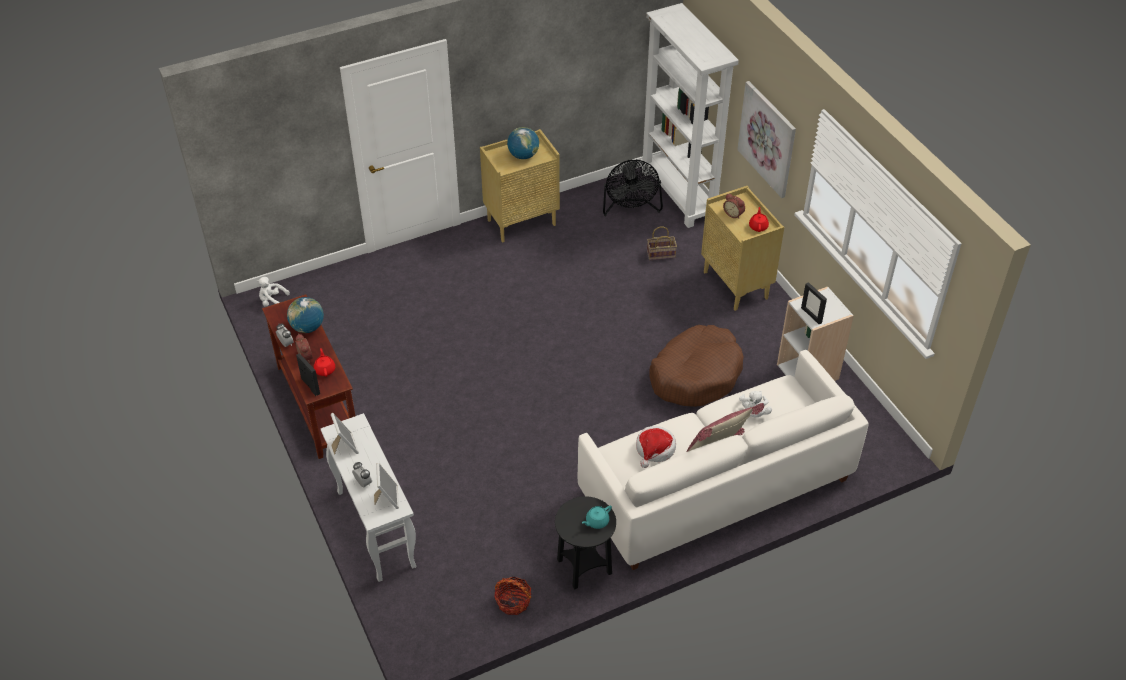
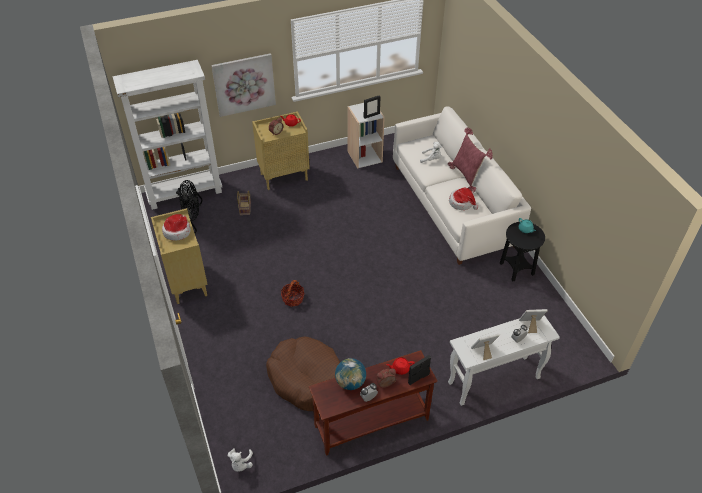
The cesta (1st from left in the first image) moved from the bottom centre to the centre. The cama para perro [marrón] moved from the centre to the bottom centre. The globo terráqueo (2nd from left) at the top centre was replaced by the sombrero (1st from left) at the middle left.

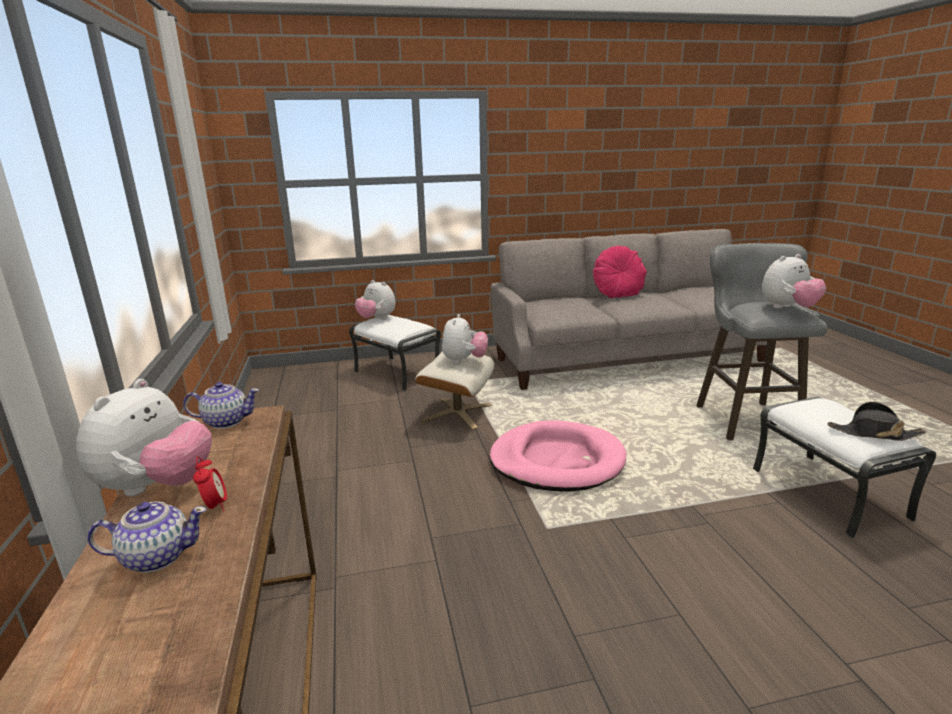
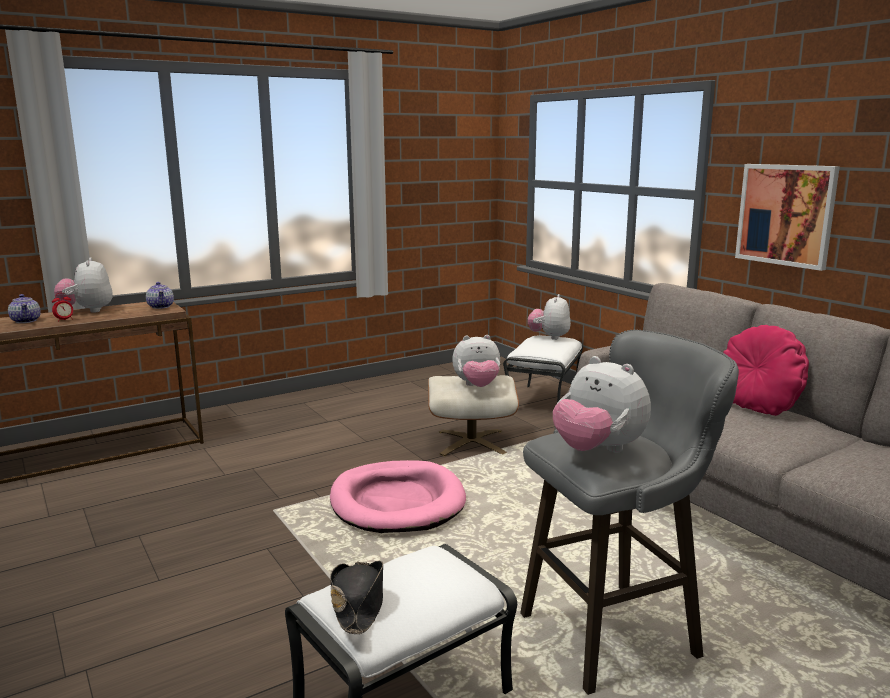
The cuadro at the top right appeared. The peluche (1st from left) at the middle left turned 75 degrees clockwise.

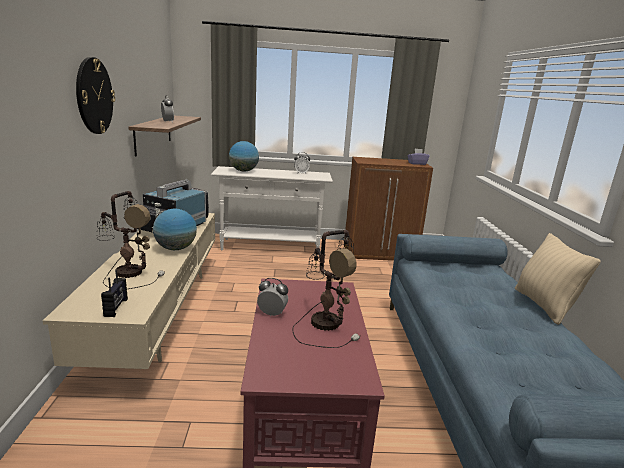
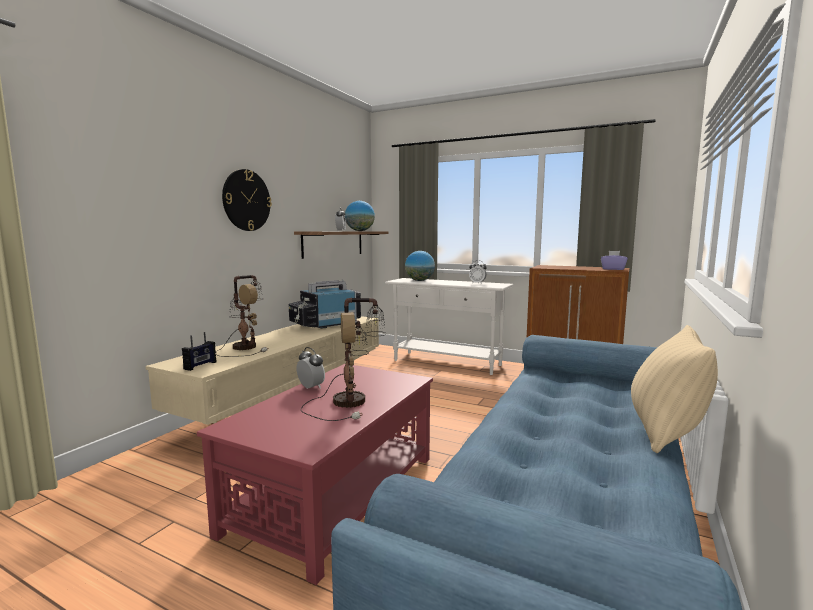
The globo terráqueo (1st from left) moved from the middle left to the centre.

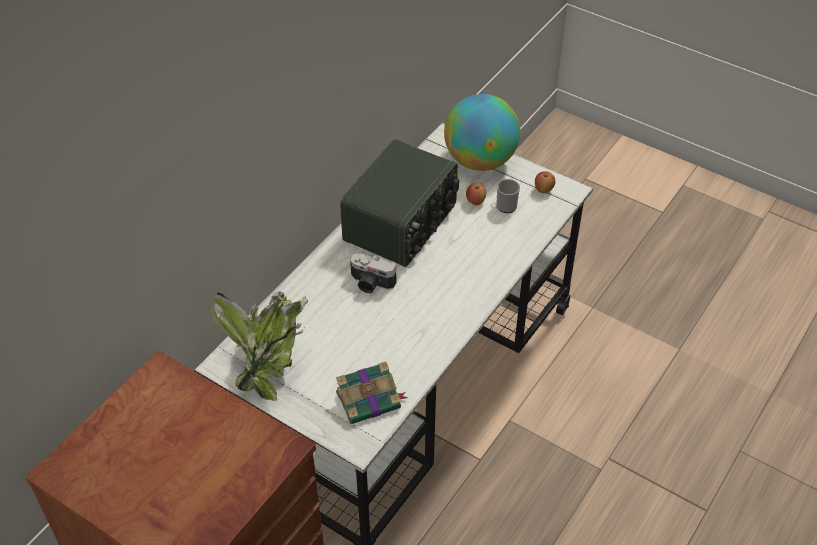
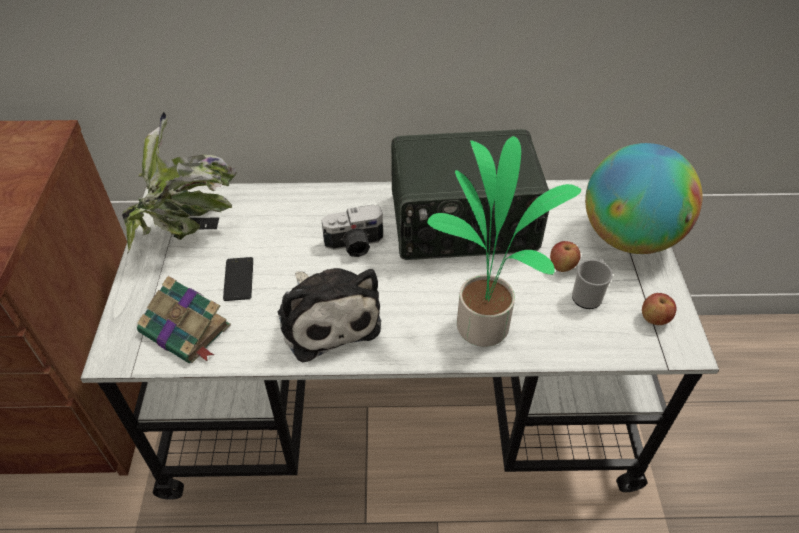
The móvil at the middle left appeared. The peluche at the centre appeared. The planta en maceta (2nd from left) at the centre appeared. The cámara at the centre turned 90 degrees counterclockwise.

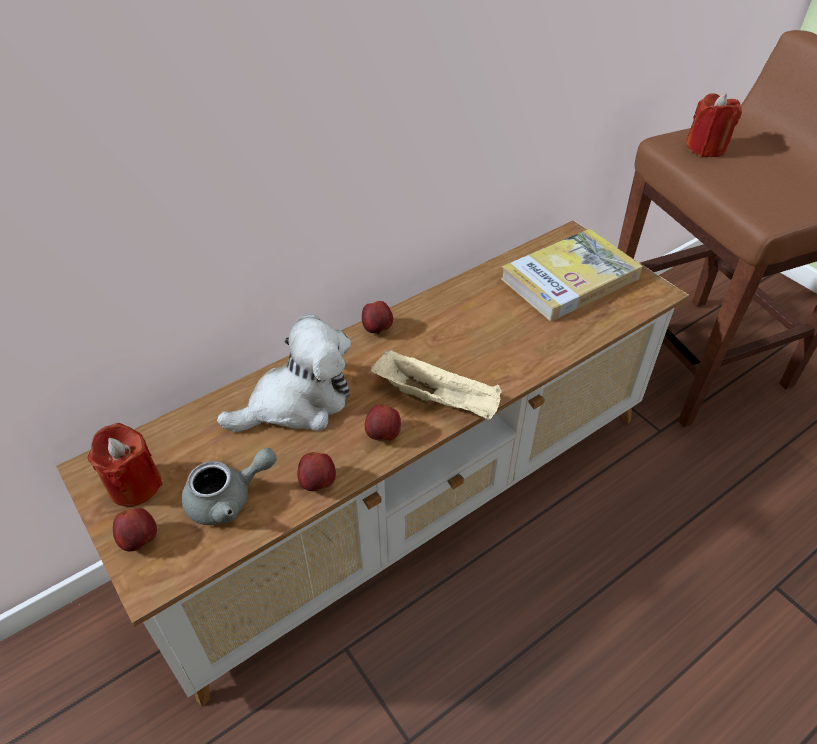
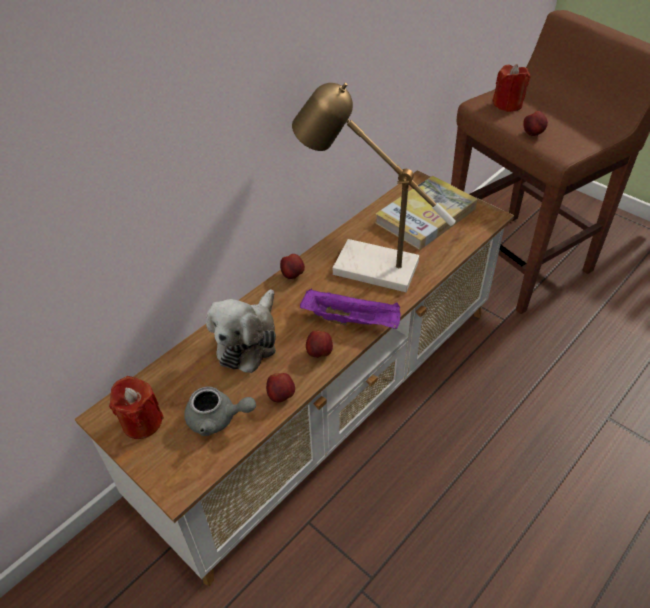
The lámpara de mesa at the top centre appeared. The manzana (1st from left in the first image) moved from the bottom left to the top right. The bandeja [beis] at the centre became the bandeja [morado] at the centre. The tetera [gris] at the middle left turned 45 degrees clockwise. The peluche at the centre turned 150 degrees clockwise.

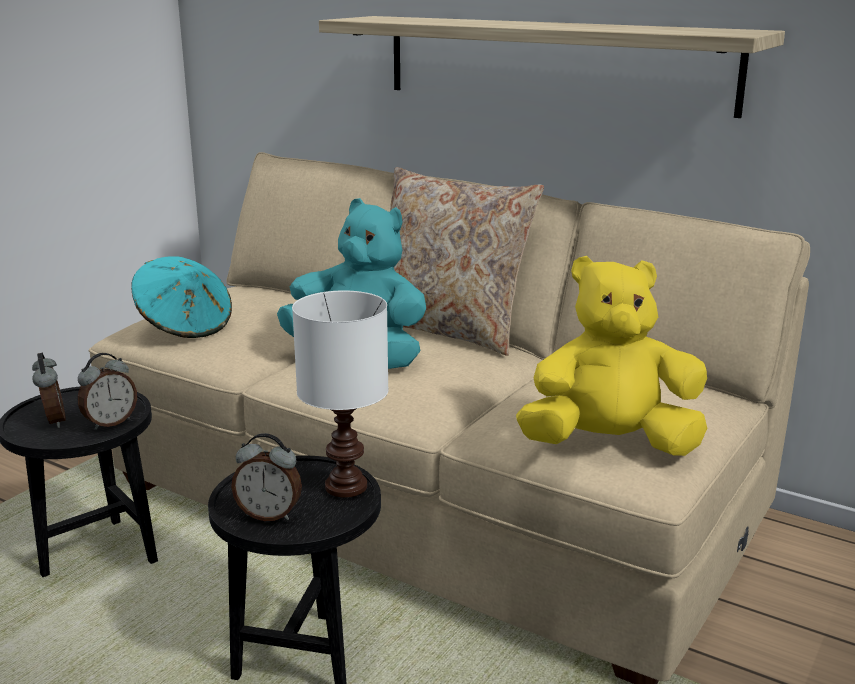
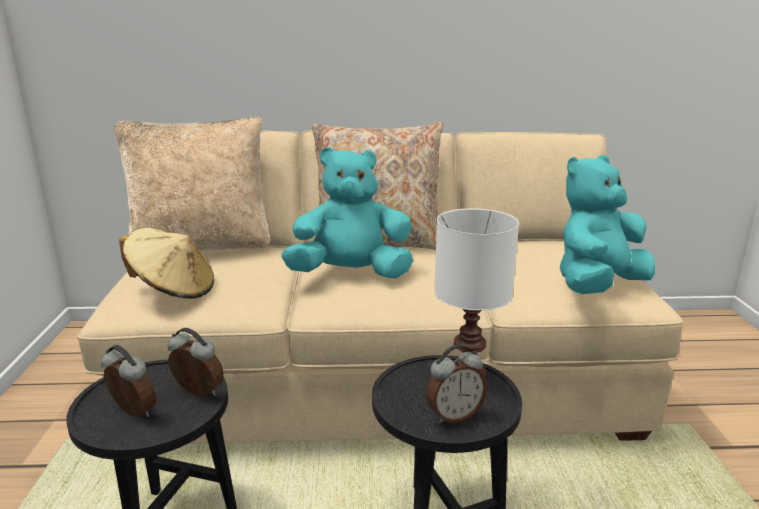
The estante at the top centre disappeared. The cojín [beis] (1st from left) at the middle left appeared. The sombrero [turquesa] at the middle left became the sombrero [beis] at the middle left. The peluche [amarillo] at the middle right became the peluche [turquesa] (2nd from left) at the middle right. The despertador (2nd from left) at the middle left turned 75 degrees counterclockwise.

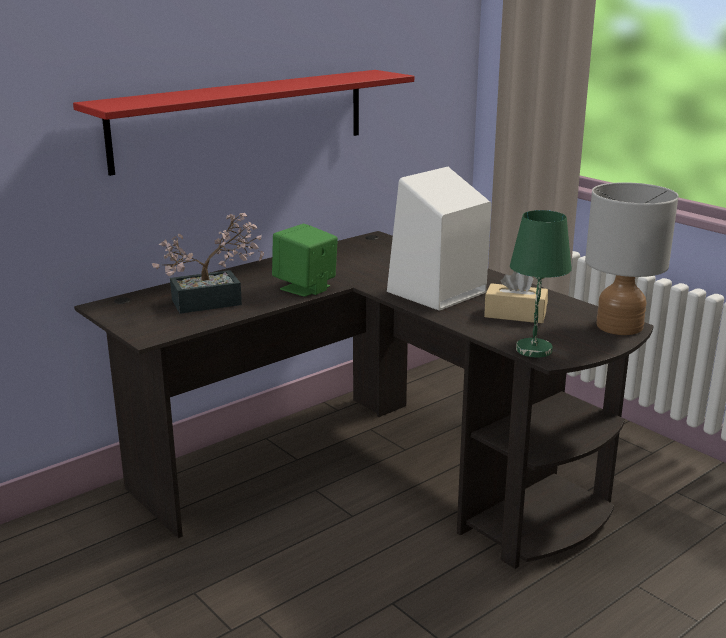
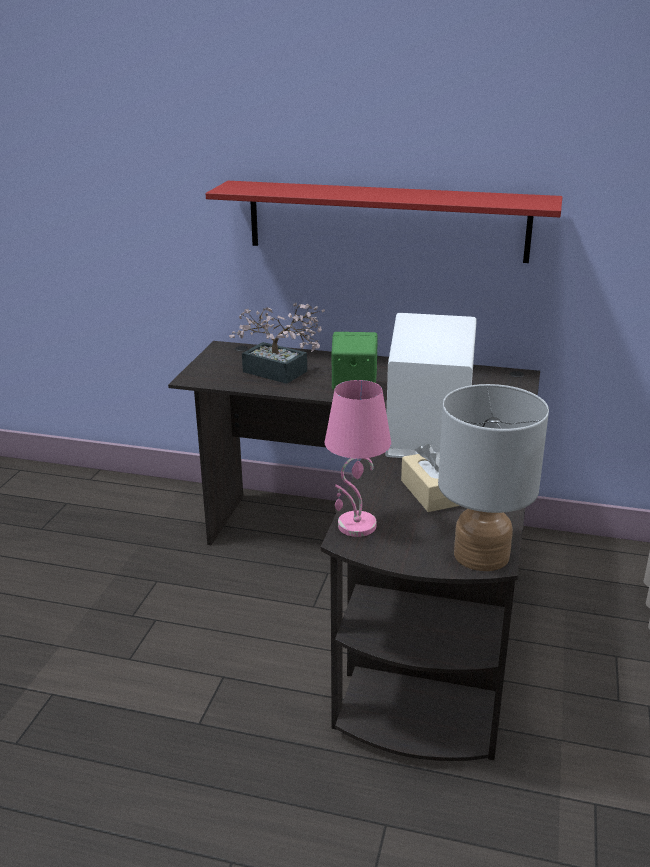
The lámpara de mesa [verde] at the middle right became the lámpara de mesa [rosa] at the centre.

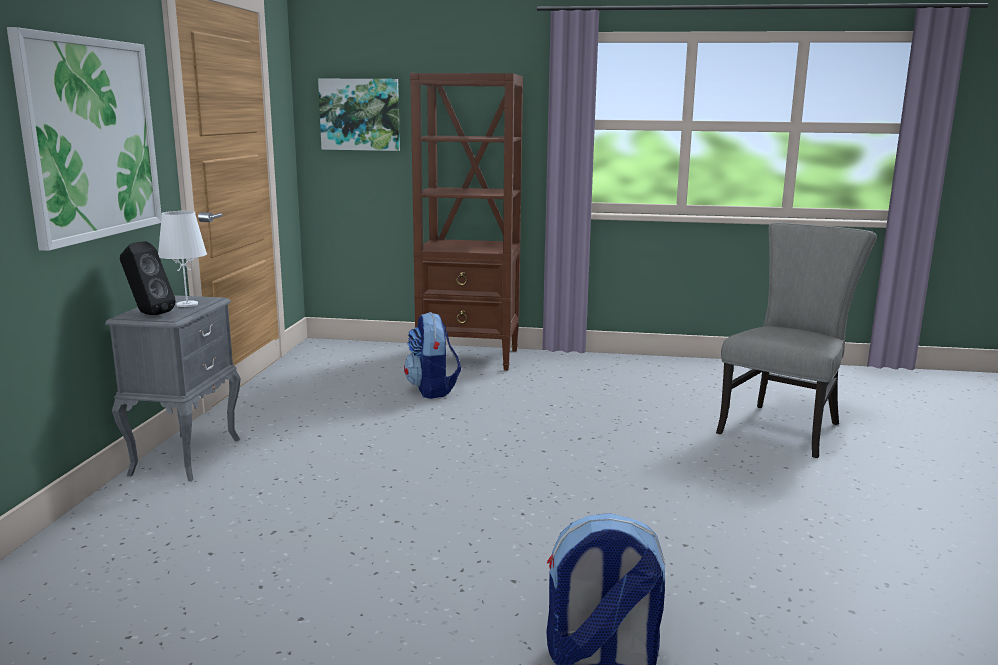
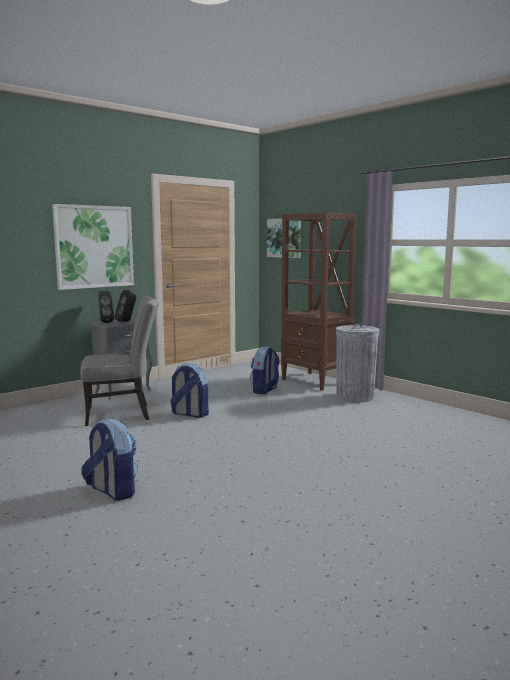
The mochila (2nd from left) at the centre appeared. The papelera [gris] at the middle right appeared. The silla [gris] moved from the middle right to the middle left. The lámpara de mesa [blanco] at the middle left was replaced by the altavoz [negro] (2nd from left) at the middle left.

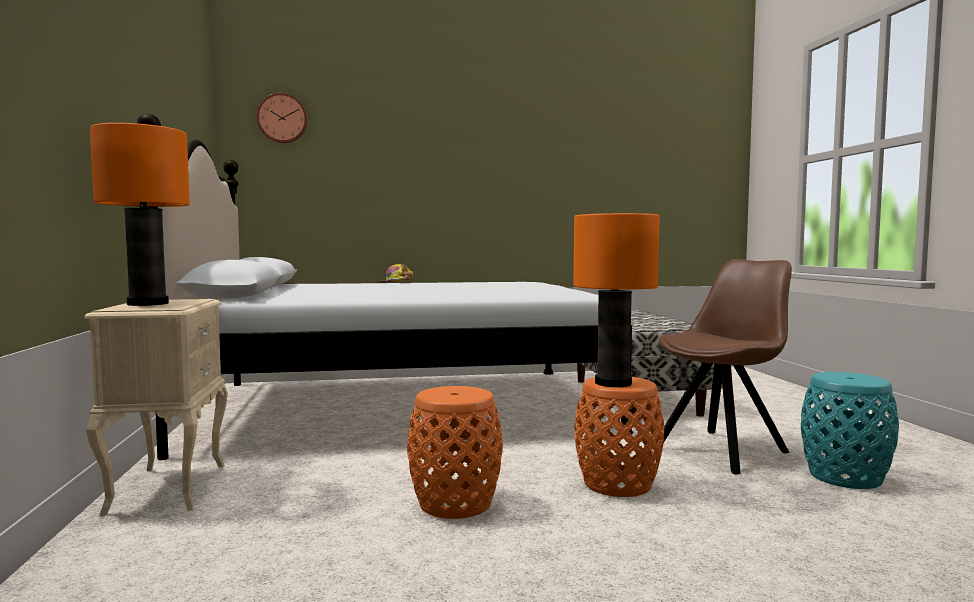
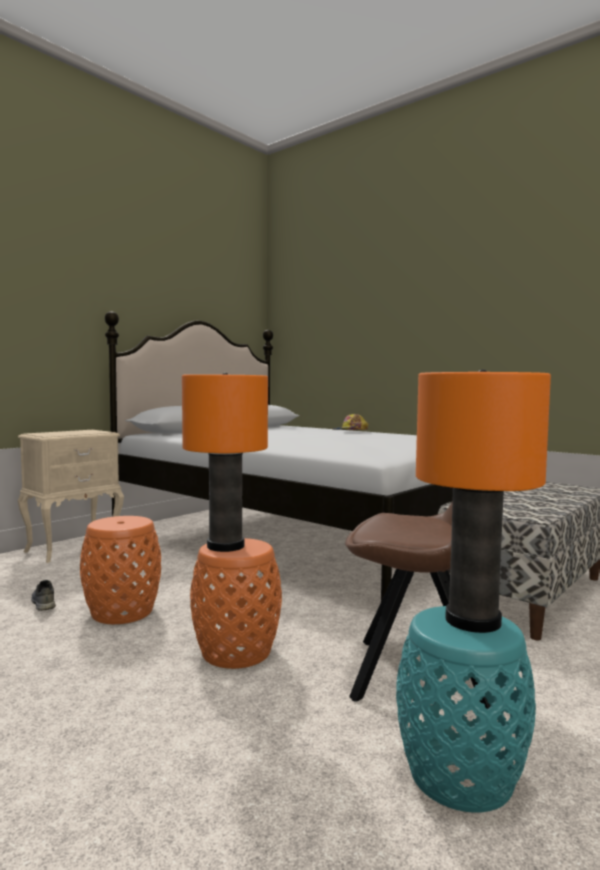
The reloj de pared at the top left disappeared. The zapato [gris] at the bottom left appeared. The lámpara de mesa [naranja] (1st from left in the first image) moved from the middle left to the middle right.

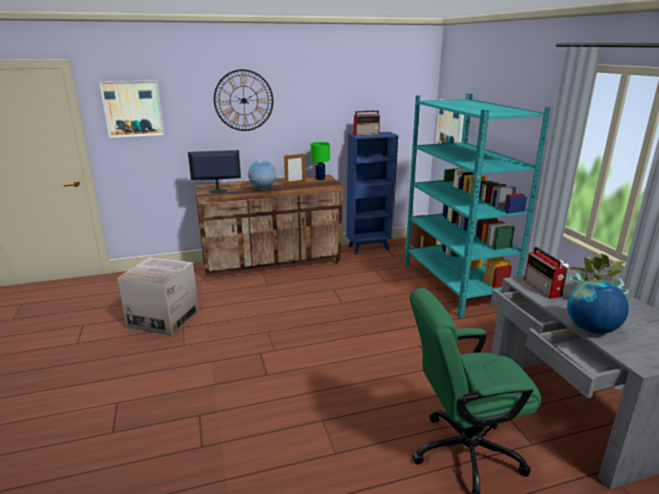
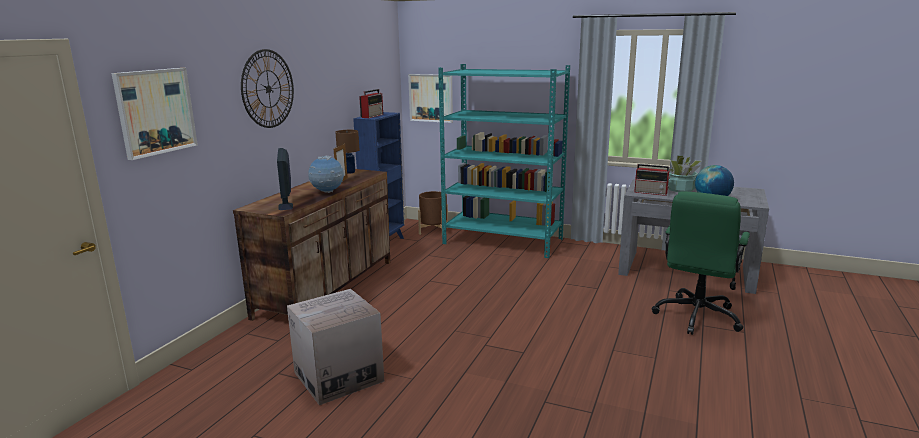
The lámpara de mesa [verde] at the top centre became the lámpara de mesa [marrón] at the centre. The monitor at the middle left turned 45 degrees counterclockwise.

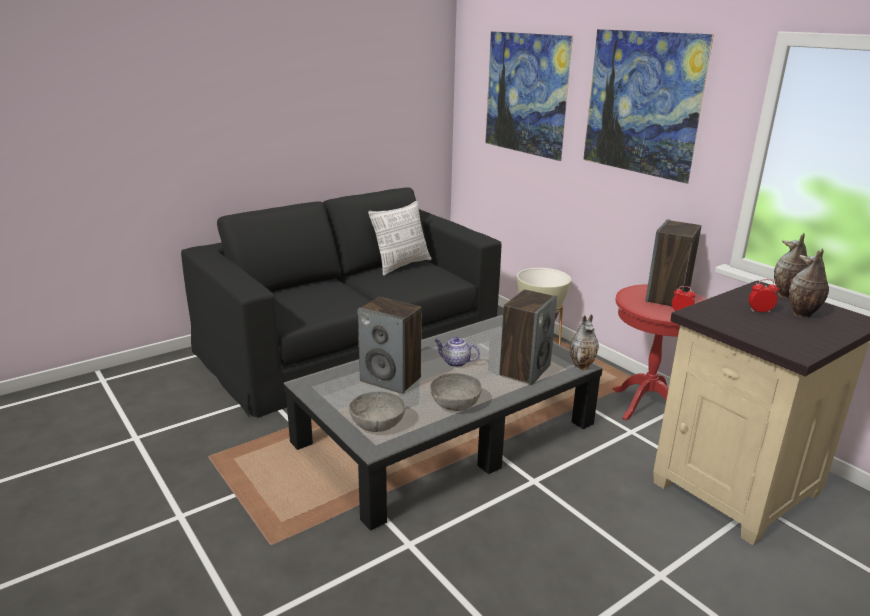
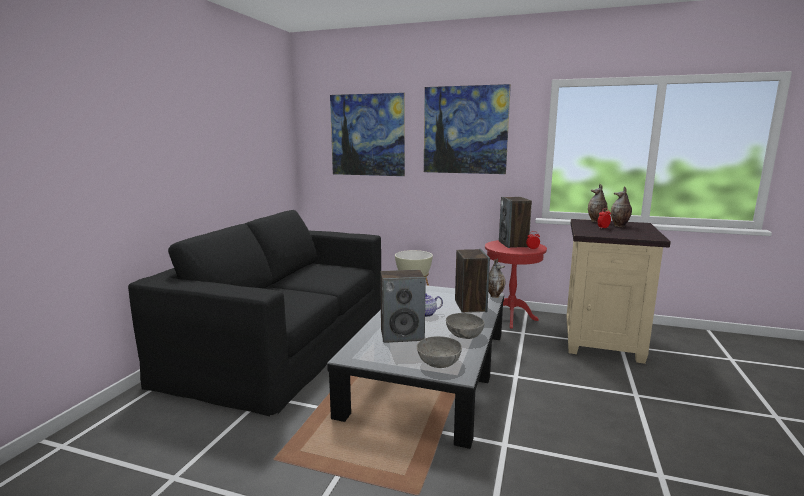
The cojín at the centre disappeared.

